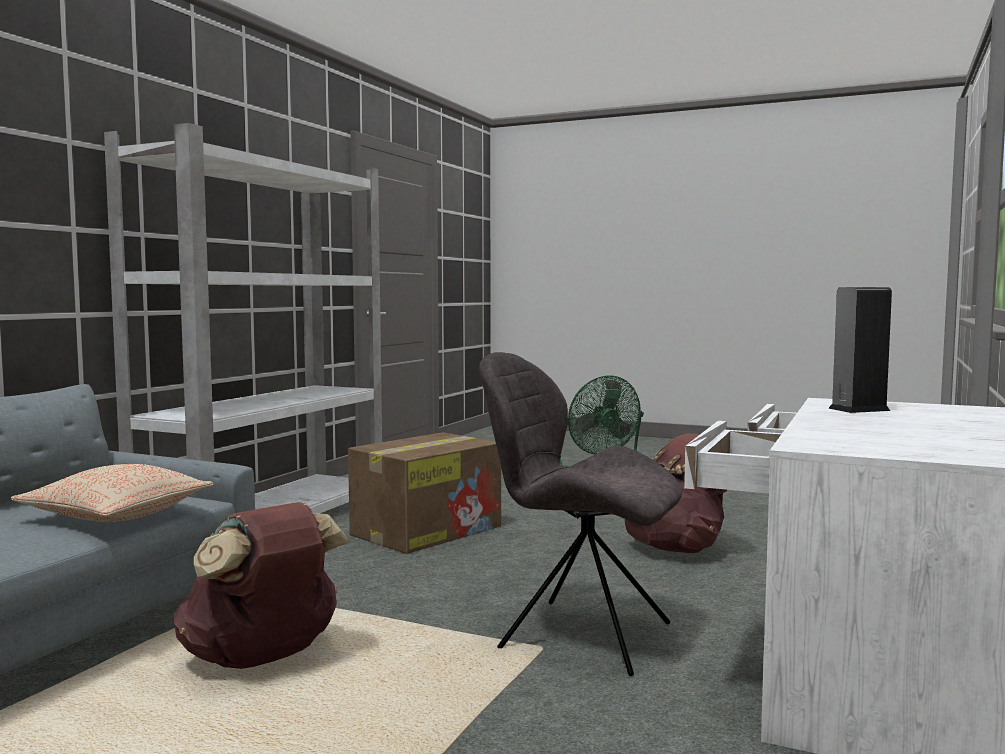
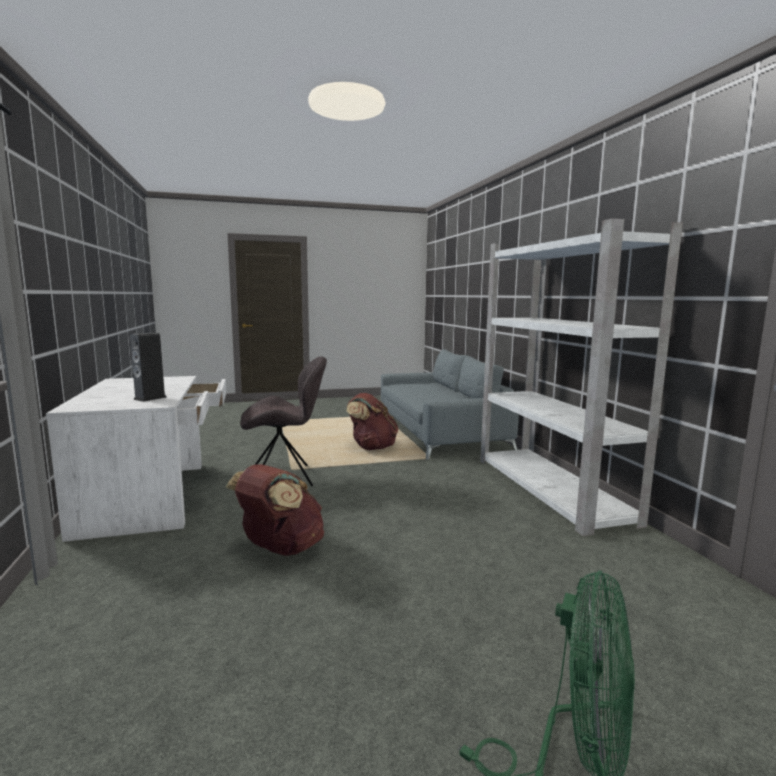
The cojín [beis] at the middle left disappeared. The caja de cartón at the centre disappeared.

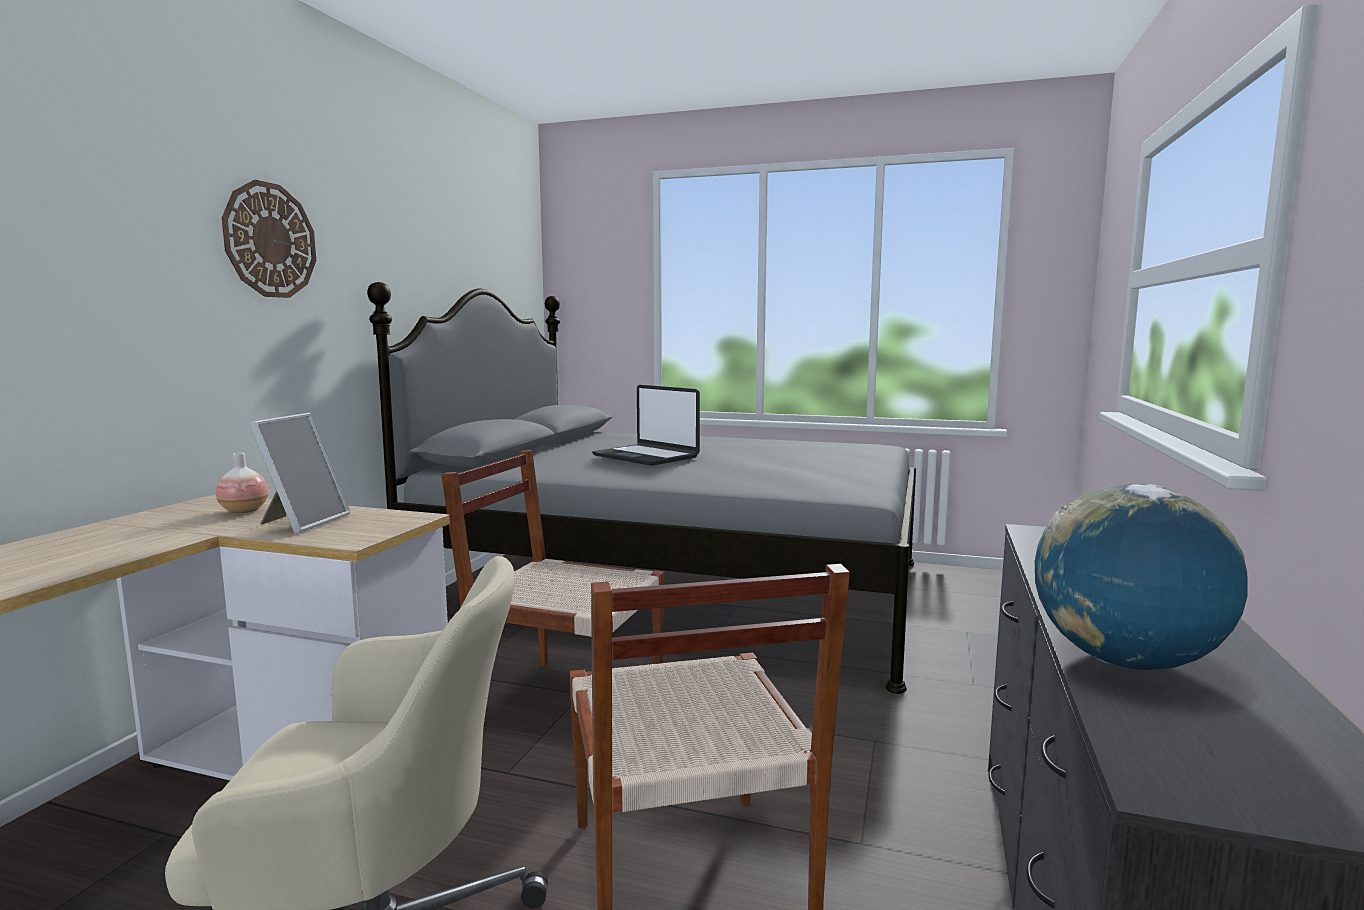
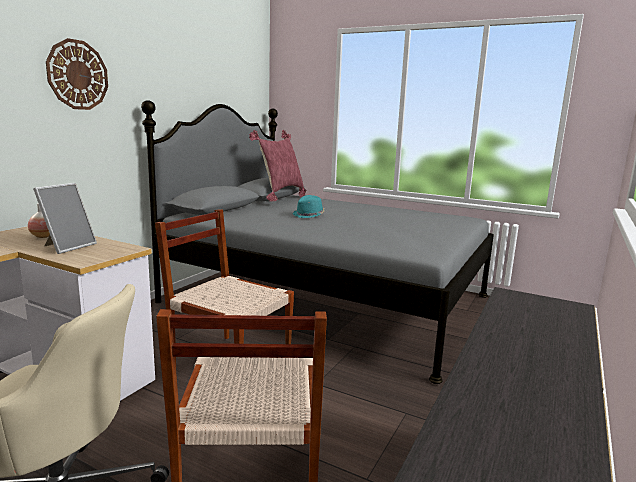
The globo terráqueo at the middle right disappeared. The cojín [rojo] at the centre appeared. The portátil at the centre was replaced by the sombrero [turquesa] at the centre.

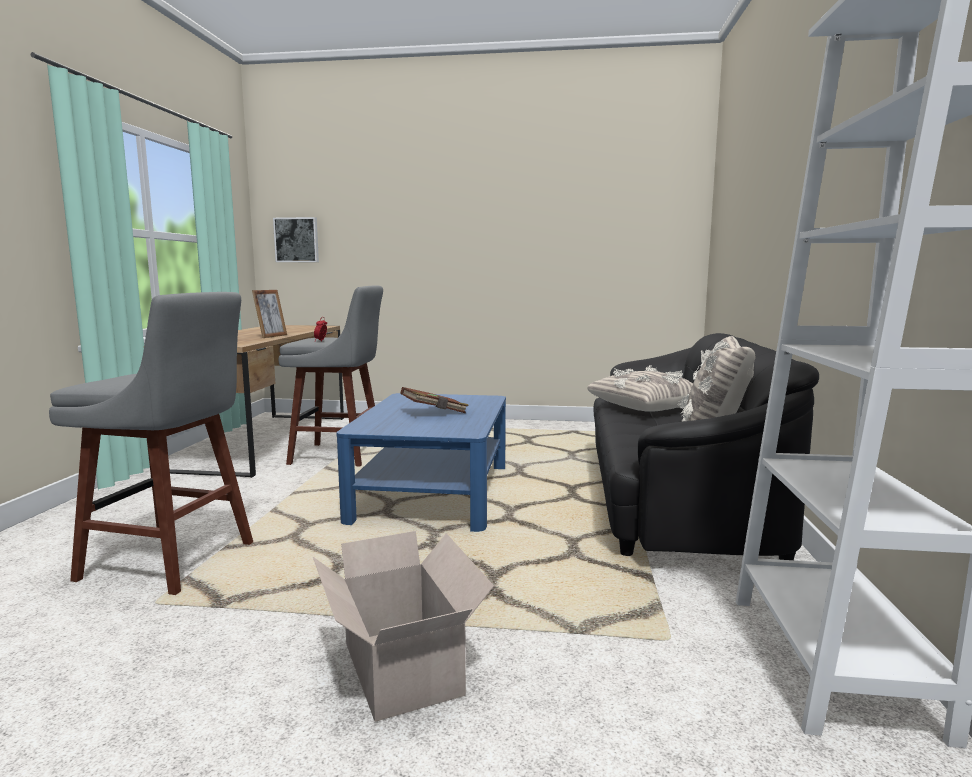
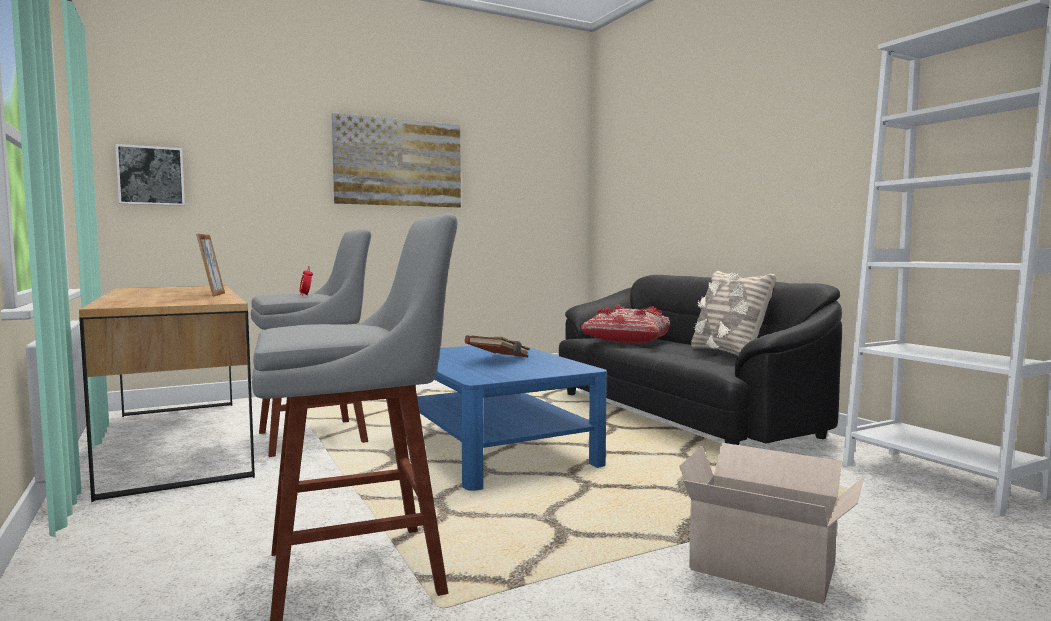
The cuadro (2nd from left) at the top centre appeared. The cojín [beis] (1st from left) at the centre became the cojín [rojo] at the centre.

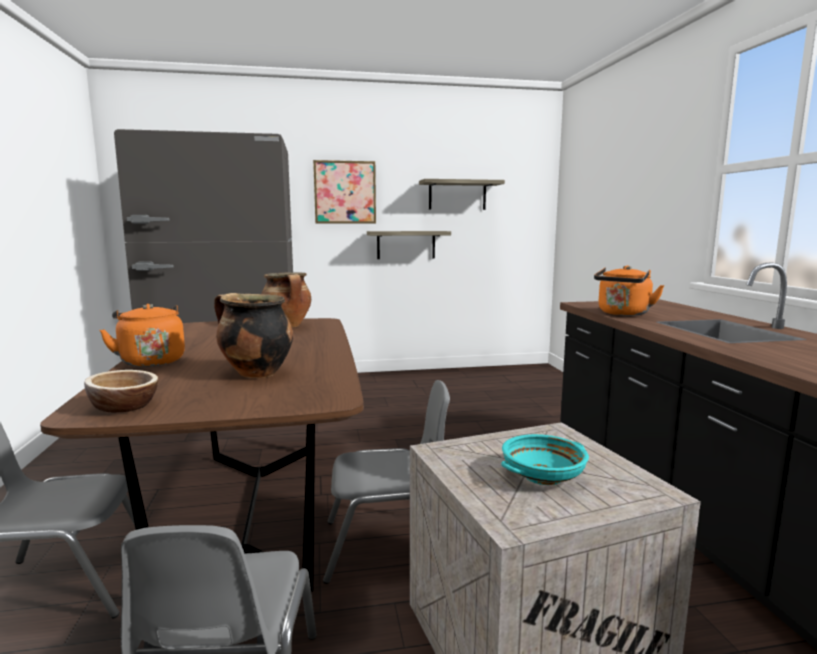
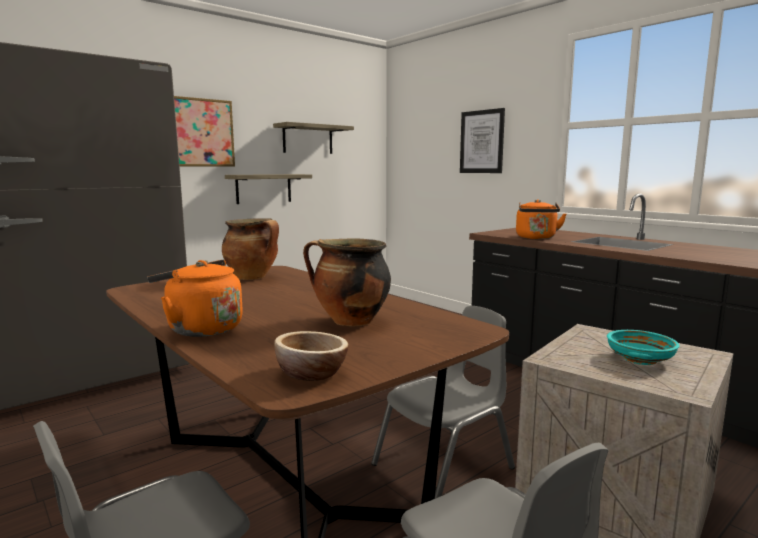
The cuadro (2nd from left) at the top centre appeared.

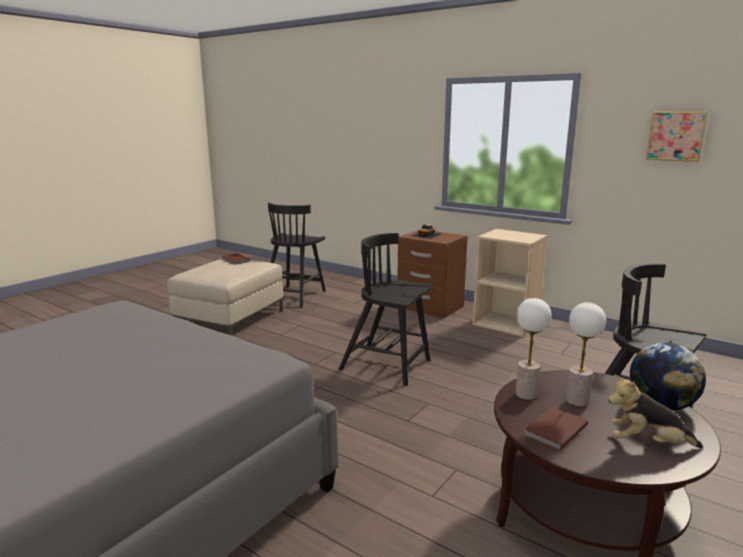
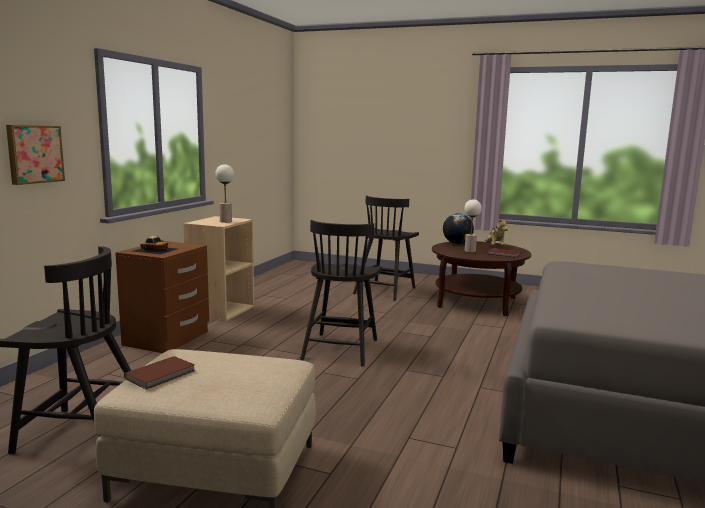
The lámpara de mesa (1st from left) moved from the middle right to the middle left. The cuadro moved from the top right to the top left.

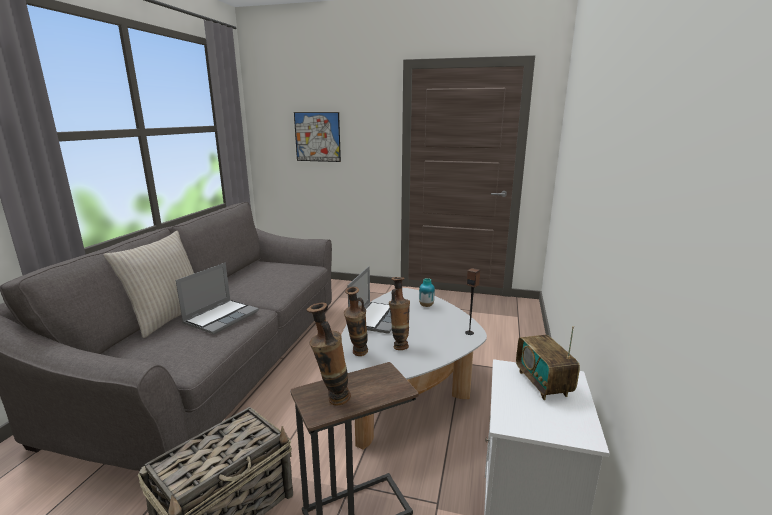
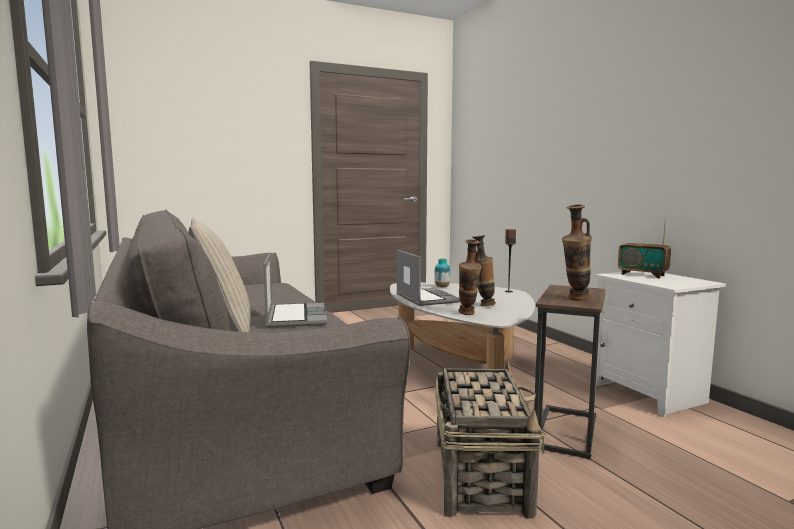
The cuadro at the top centre disappeared.

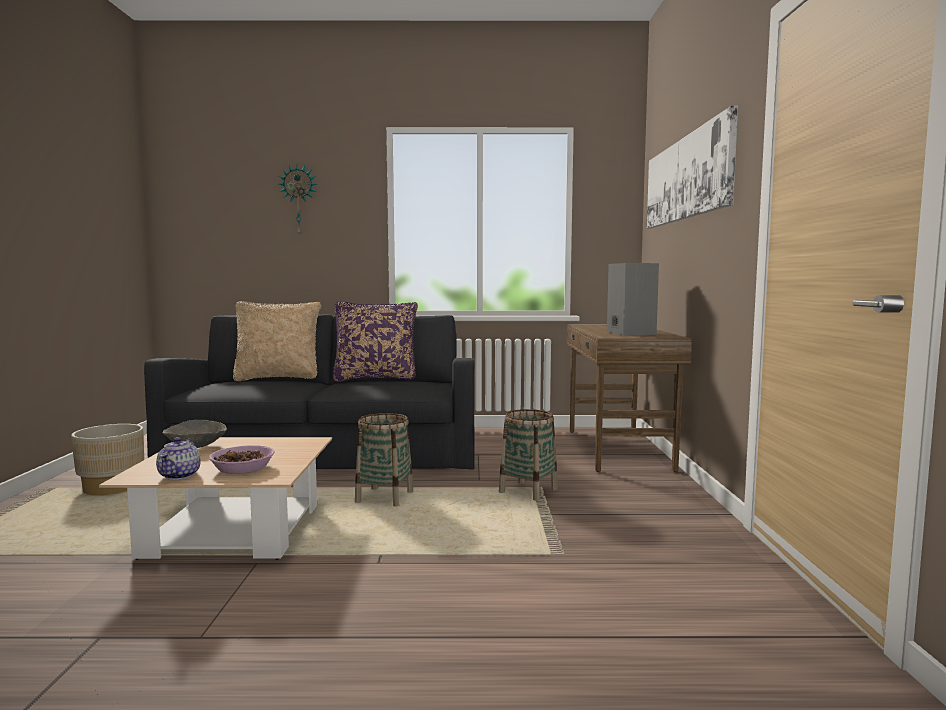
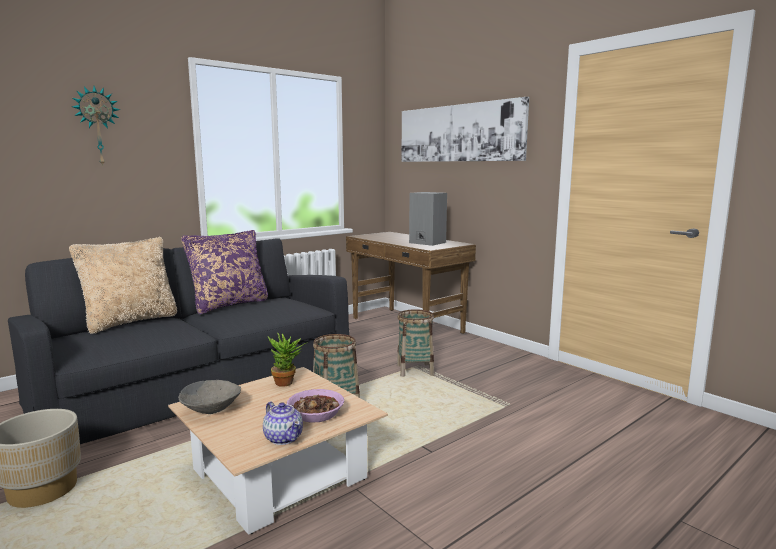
The planta en maceta at the centre appeared.

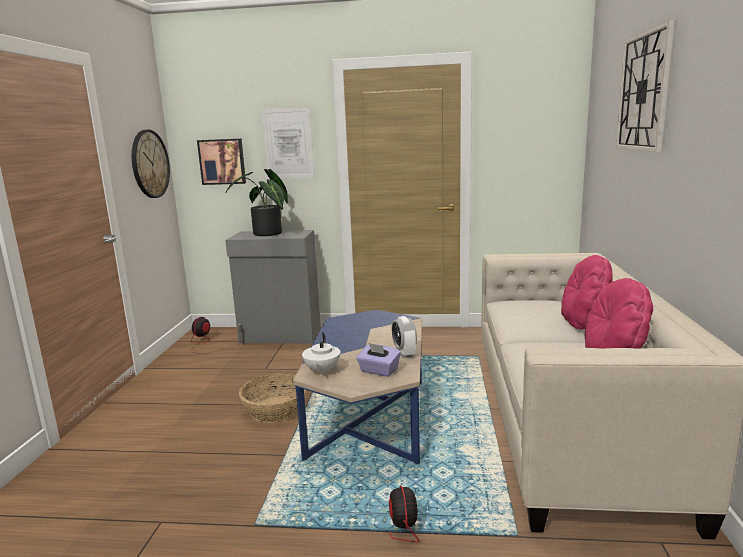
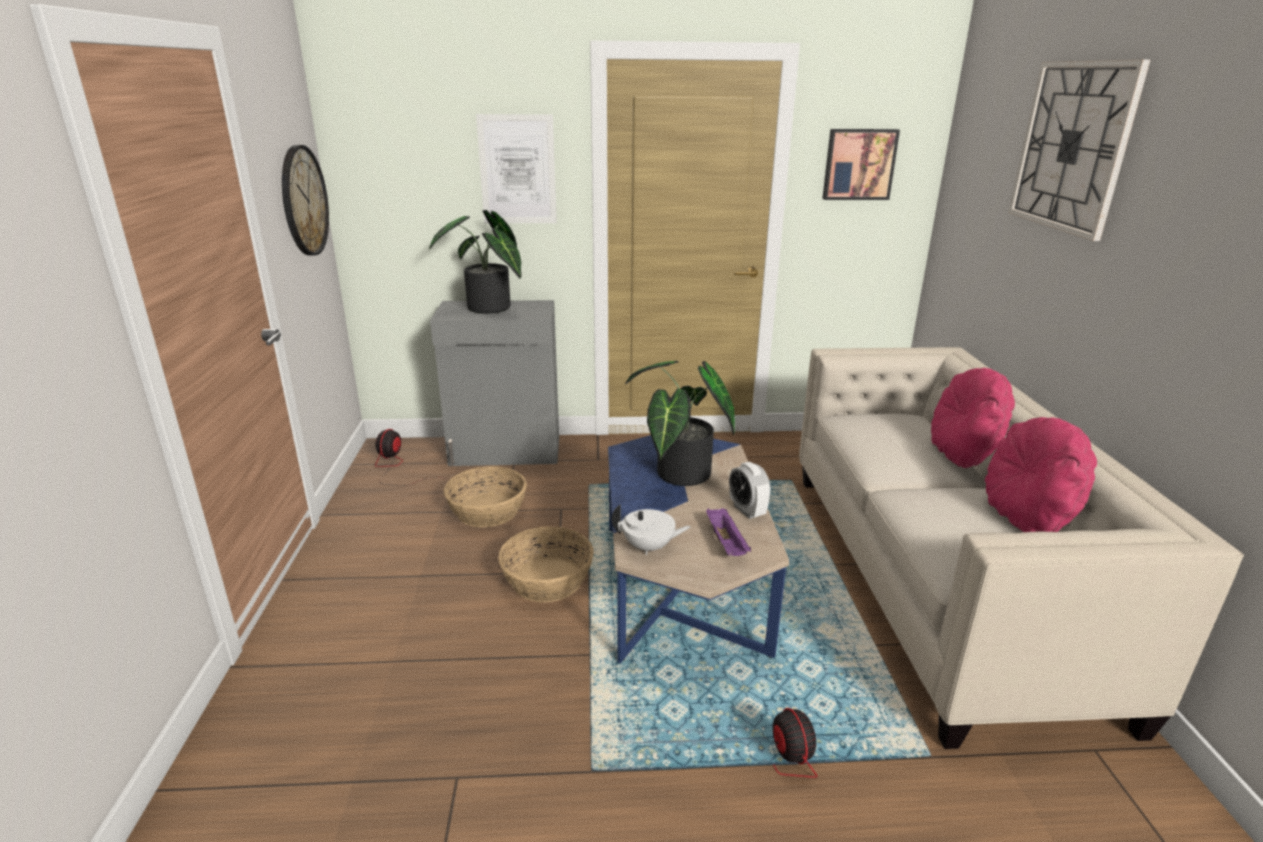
The cesta (1st from left) at the centre appeared. The planta en maceta (2nd from left) at the centre appeared. The cuadro (1st from left in the first image) moved from the top left to the top right. The caja de pañuelos [morado] at the centre was replaced by the bandeja [morado] at the centre. The tetera [blanco] at the centre turned 75 degrees counterclockwise.

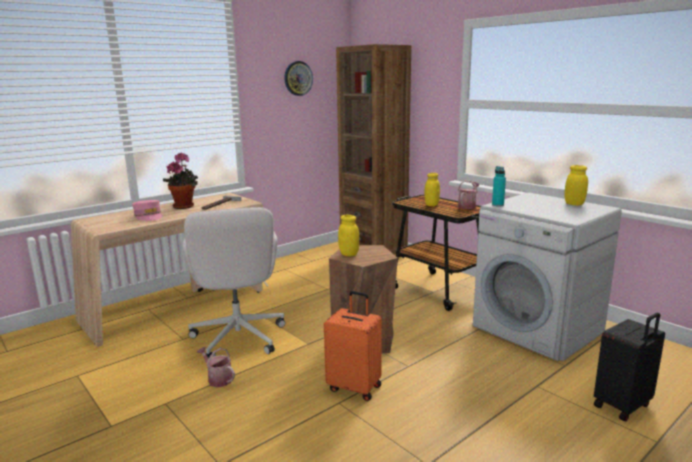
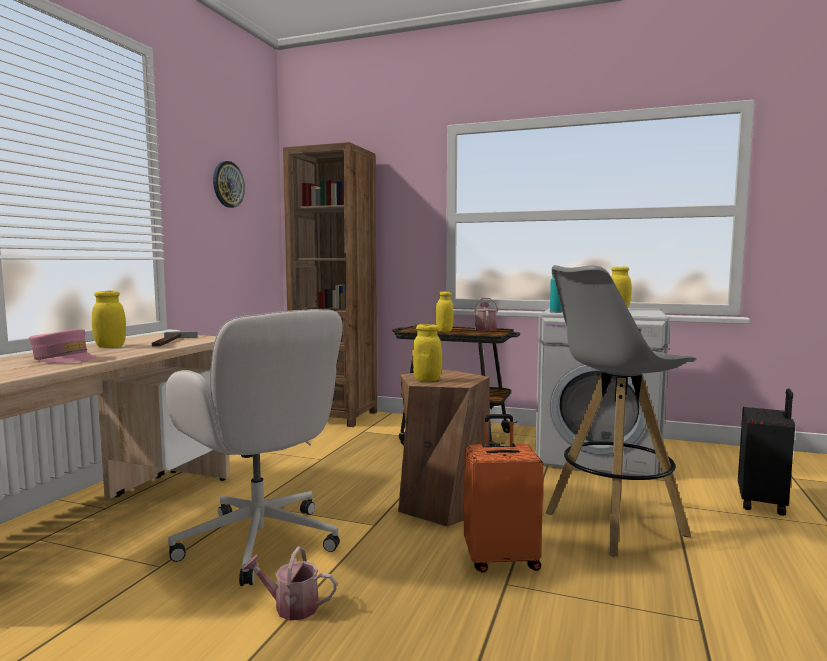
The taburete [gris] at the middle right appeared. The planta en maceta at the middle left was replaced by the tarro [amarillo] (1st from left) at the middle left.

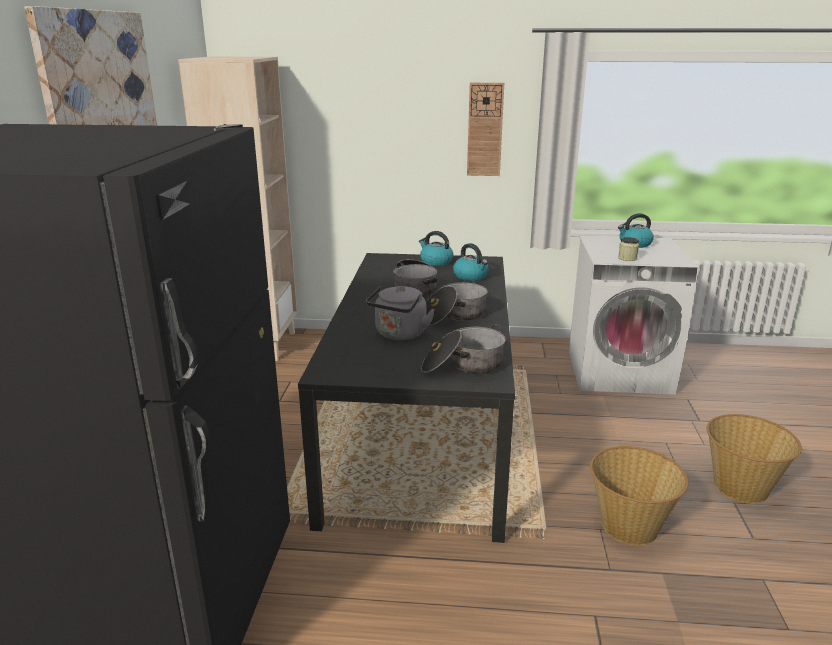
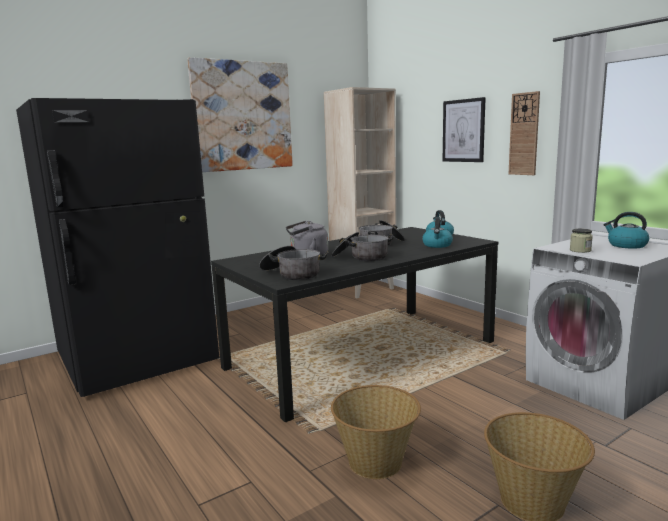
The cuadro (2nd from left) at the top right appeared.

